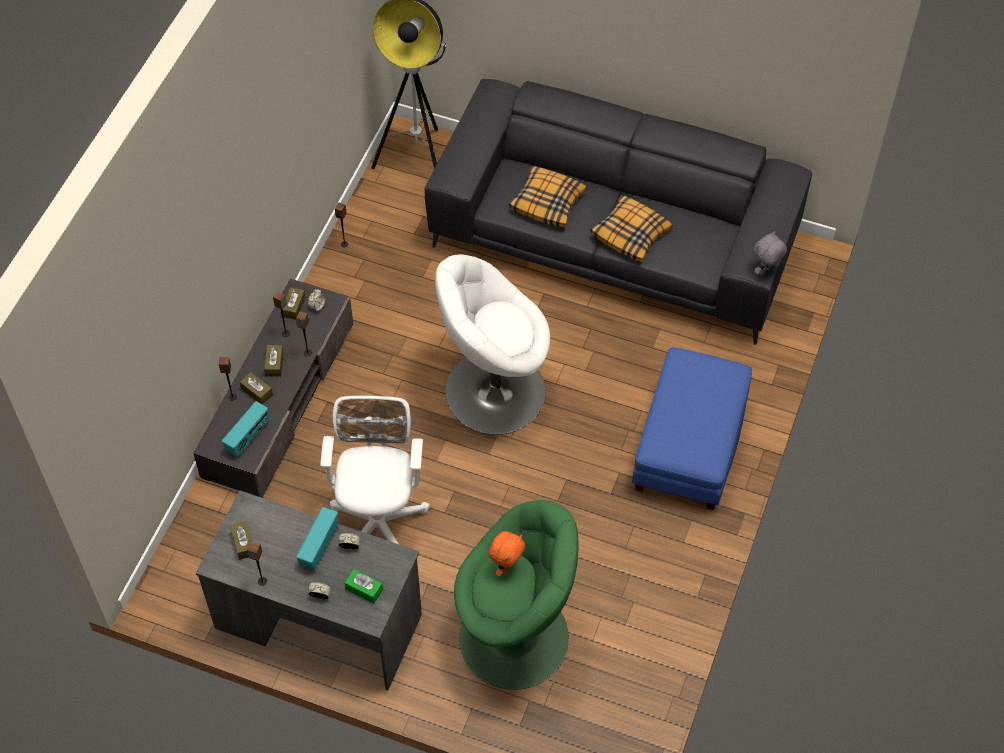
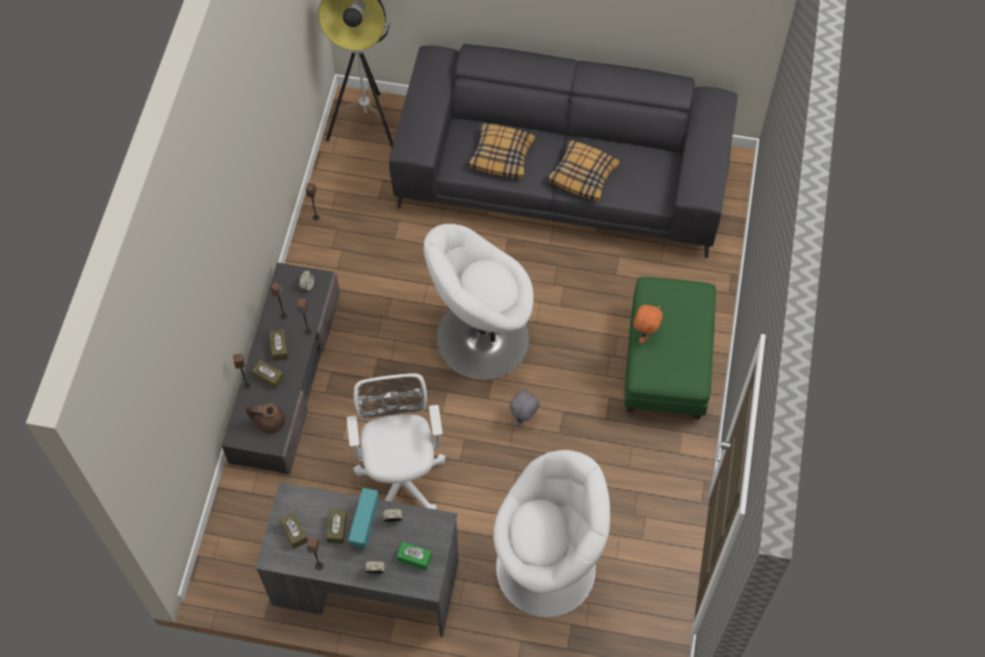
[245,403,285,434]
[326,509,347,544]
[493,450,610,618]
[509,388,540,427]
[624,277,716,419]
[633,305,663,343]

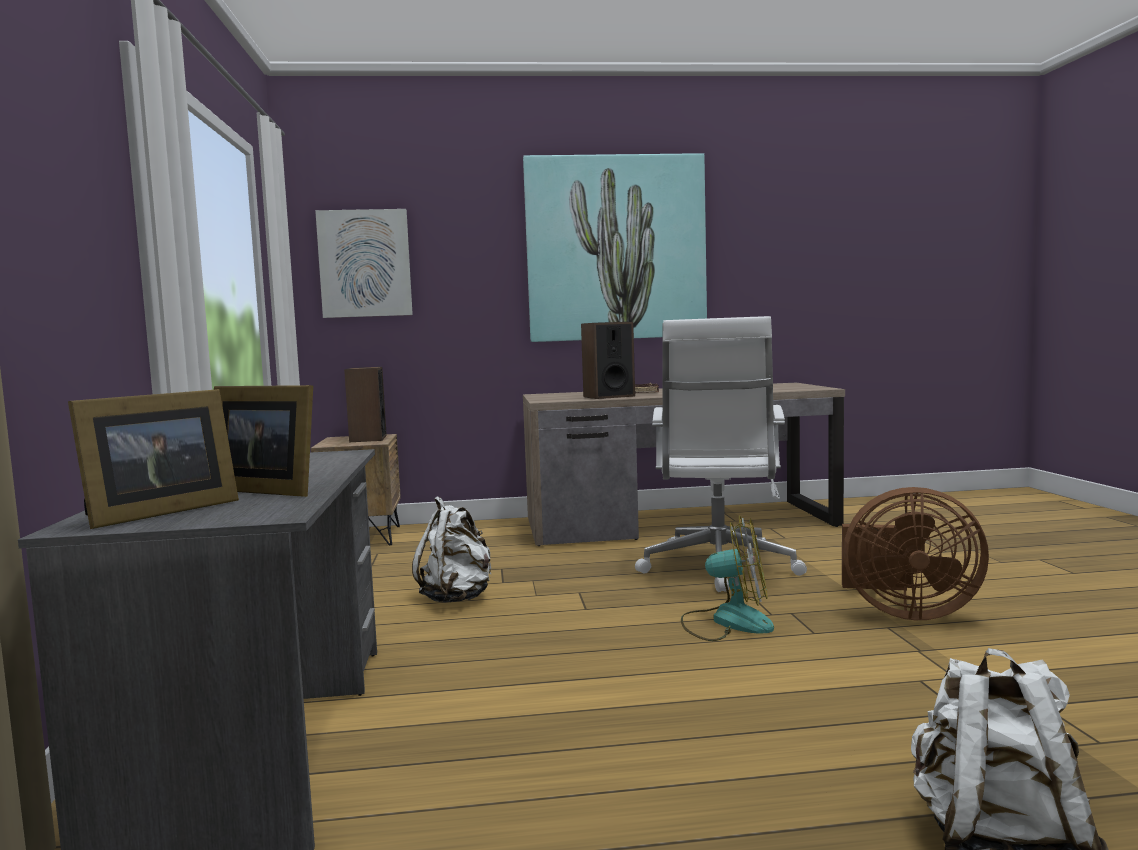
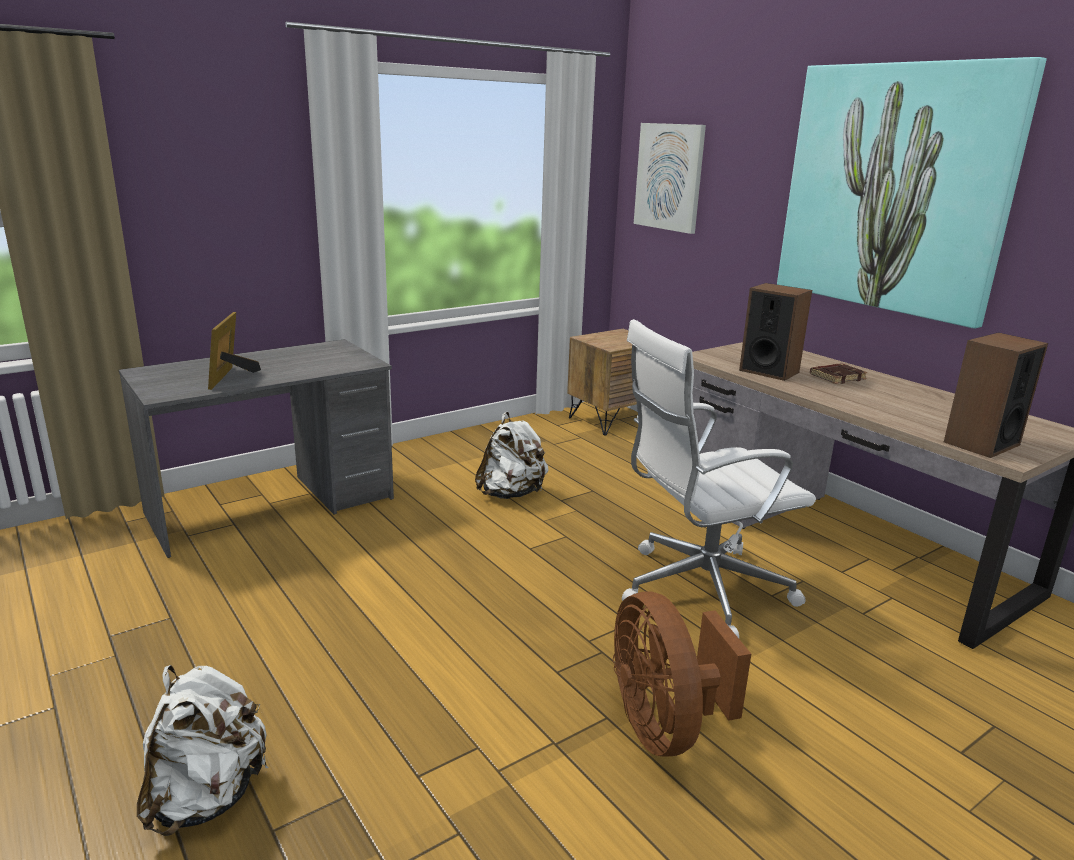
[944,332,1048,458]
[68,389,239,529] (first image)
[681,515,774,641] (first image)

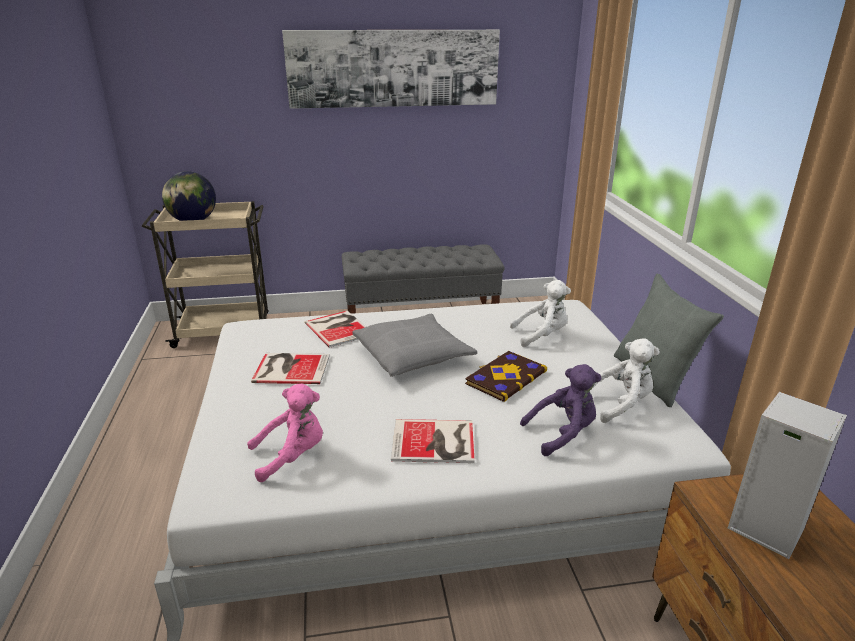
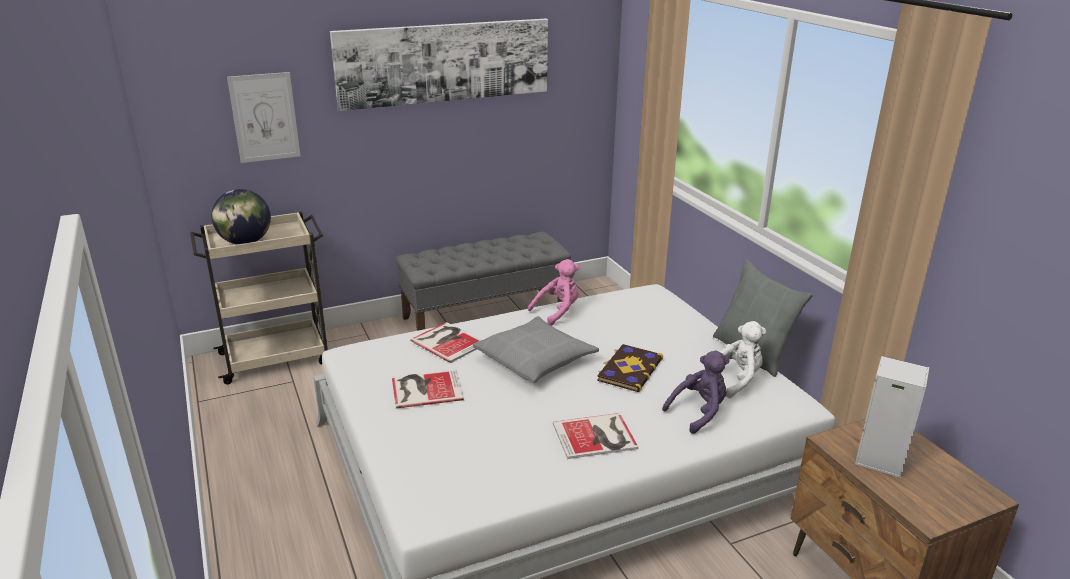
[227,72,300,163]
[528,259,579,326]
[510,280,571,347] (first image)

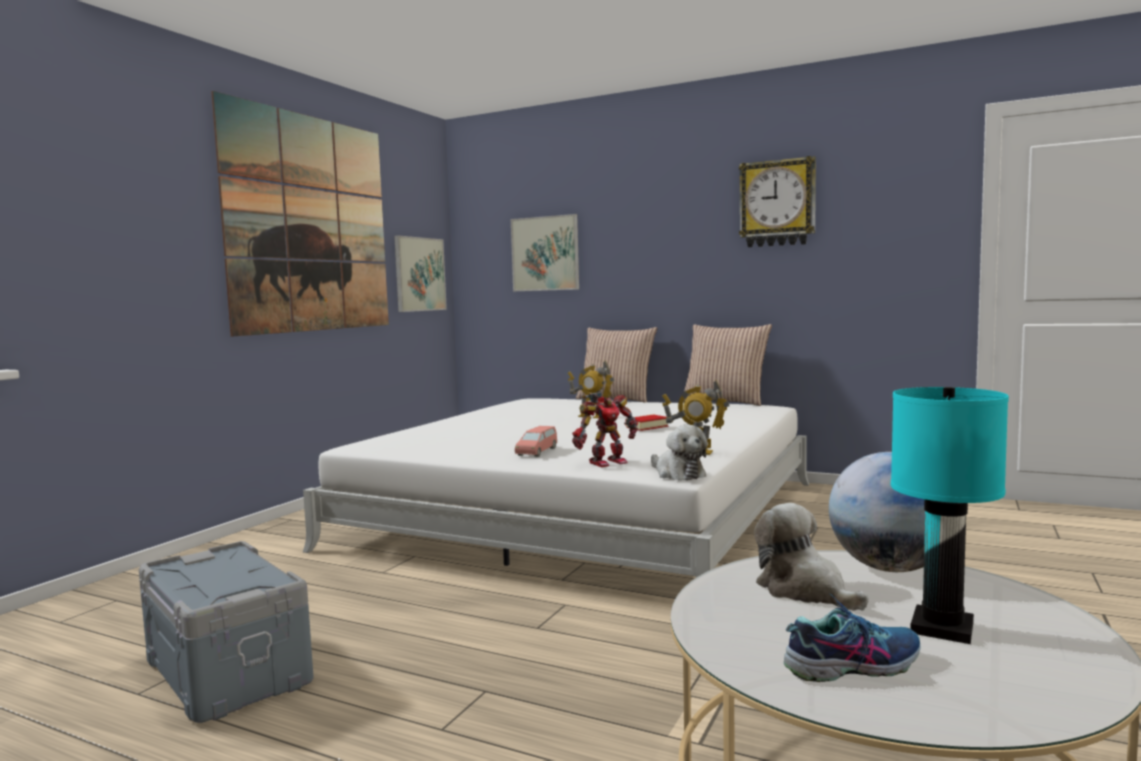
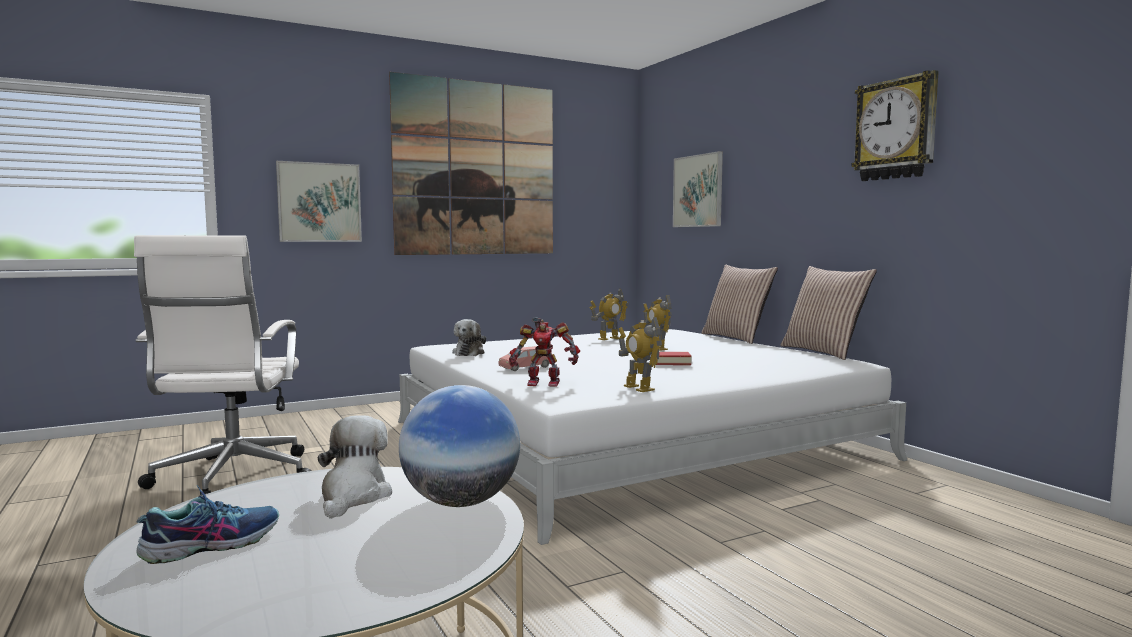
[134,235,311,496]
[136,485,279,564]
[276,161,362,242]
[452,319,486,356]
[590,289,629,340]
[891,387,1009,644] (first image)

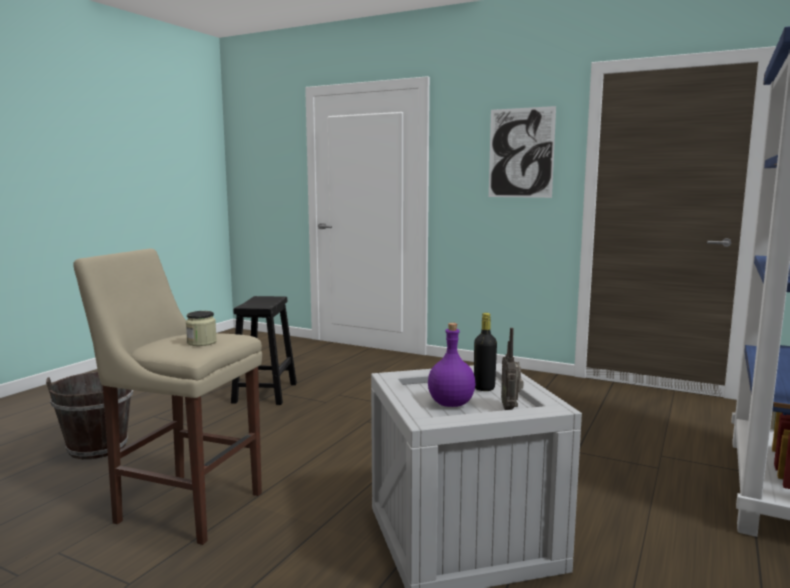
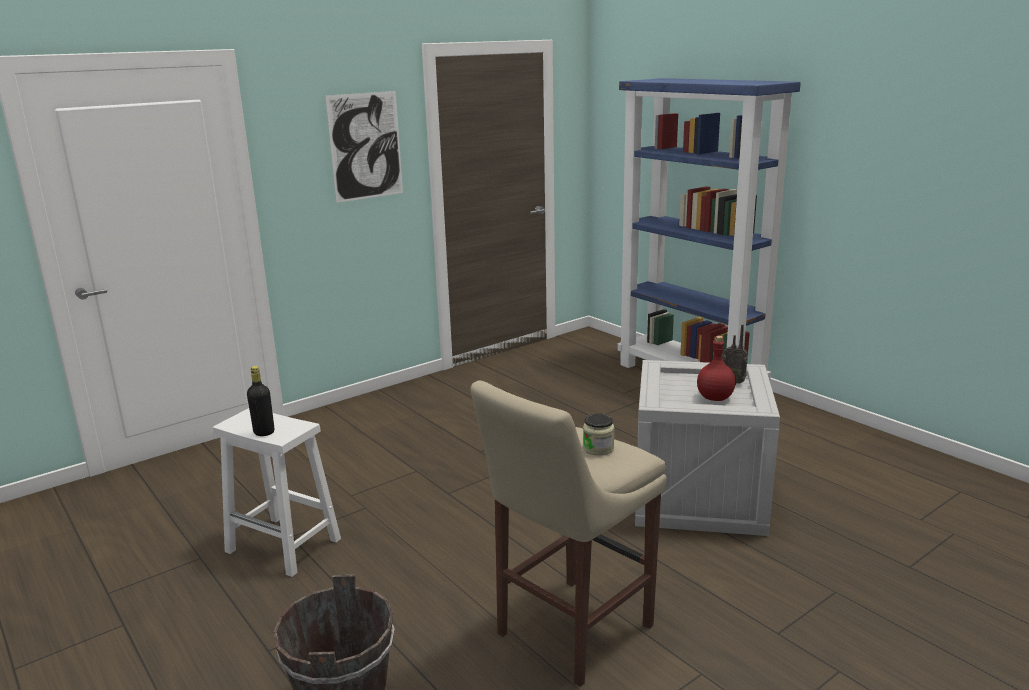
[213,408,341,577]
[247,366,274,436]
[697,336,736,401]

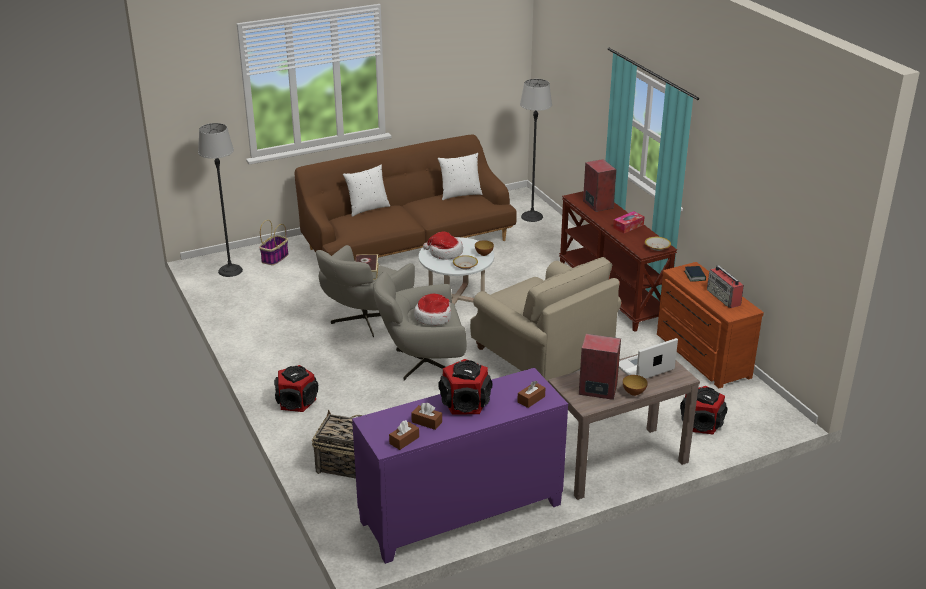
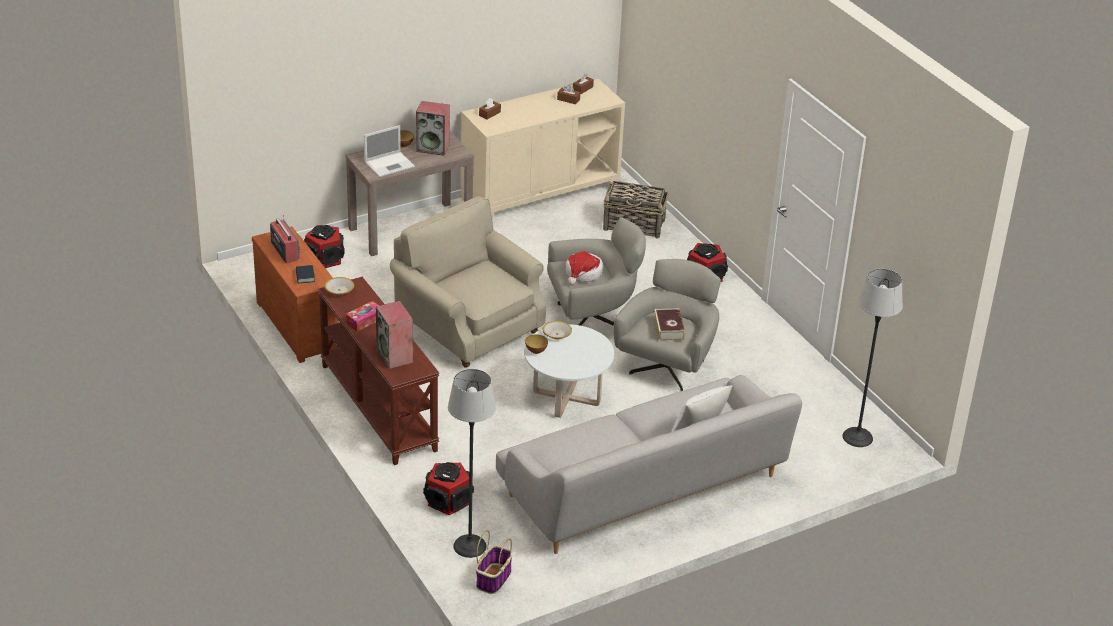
[423,462,474,515]
[461,79,625,219]
[476,530,513,594]
[496,375,802,554]
[423,232,463,260] (first image)
[438,153,482,200] (first image)

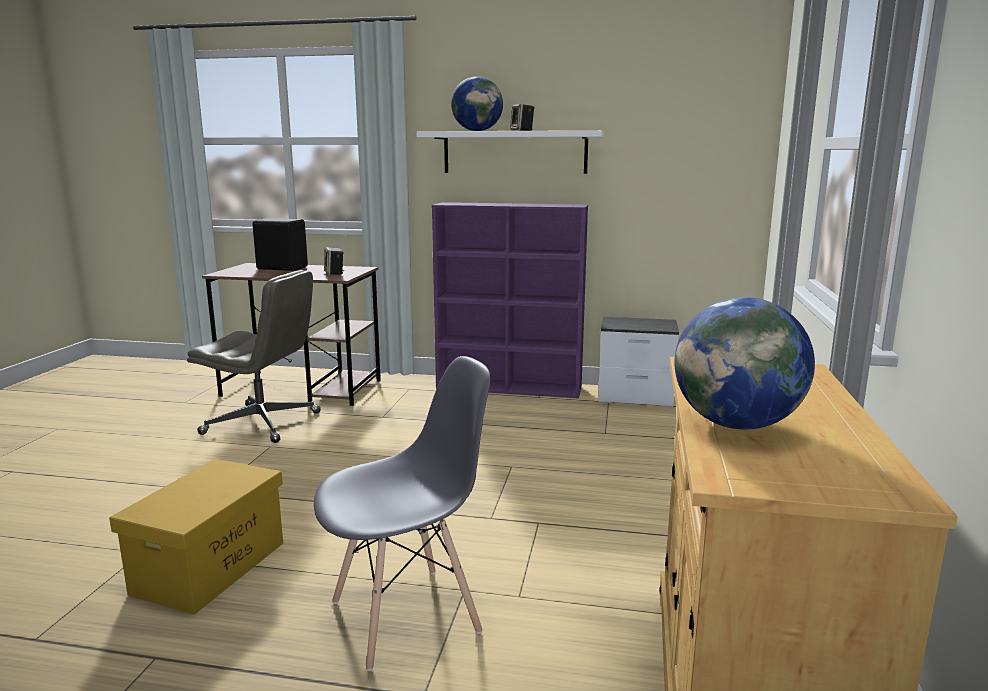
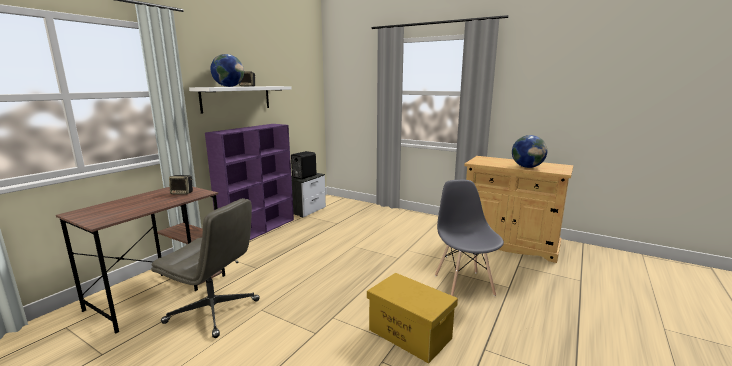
[151,198,260,338]
[291,151,317,179]

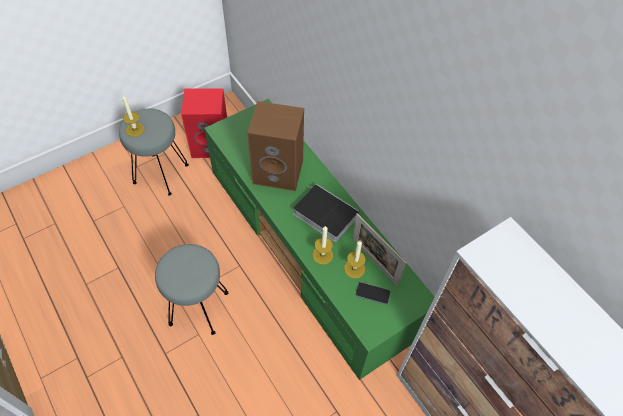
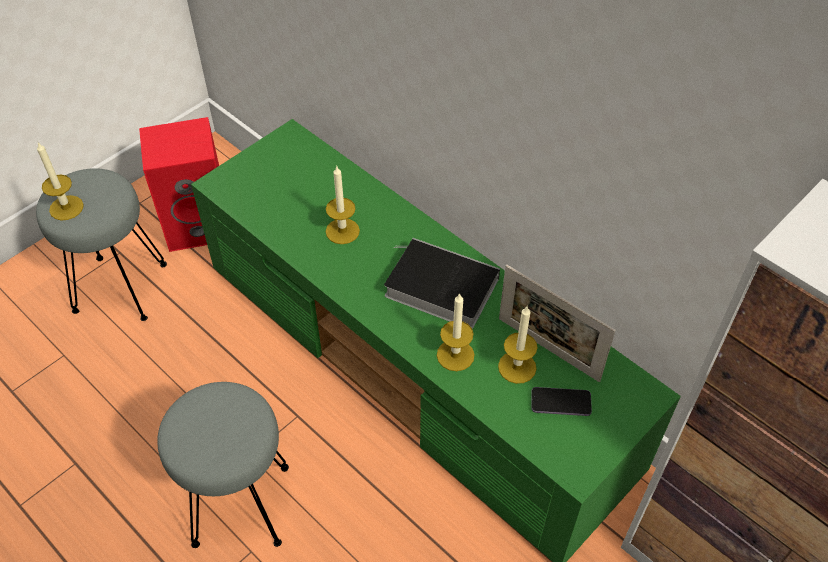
[326,166,360,244]

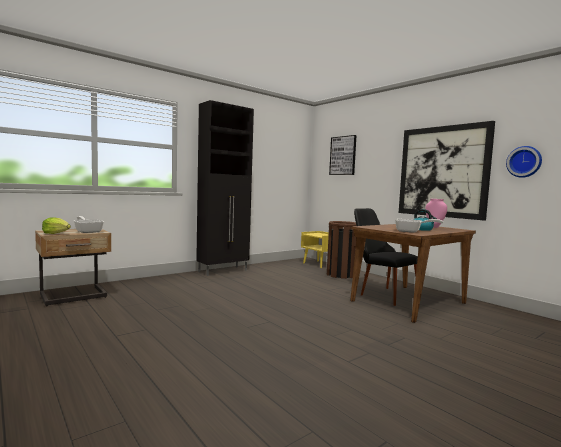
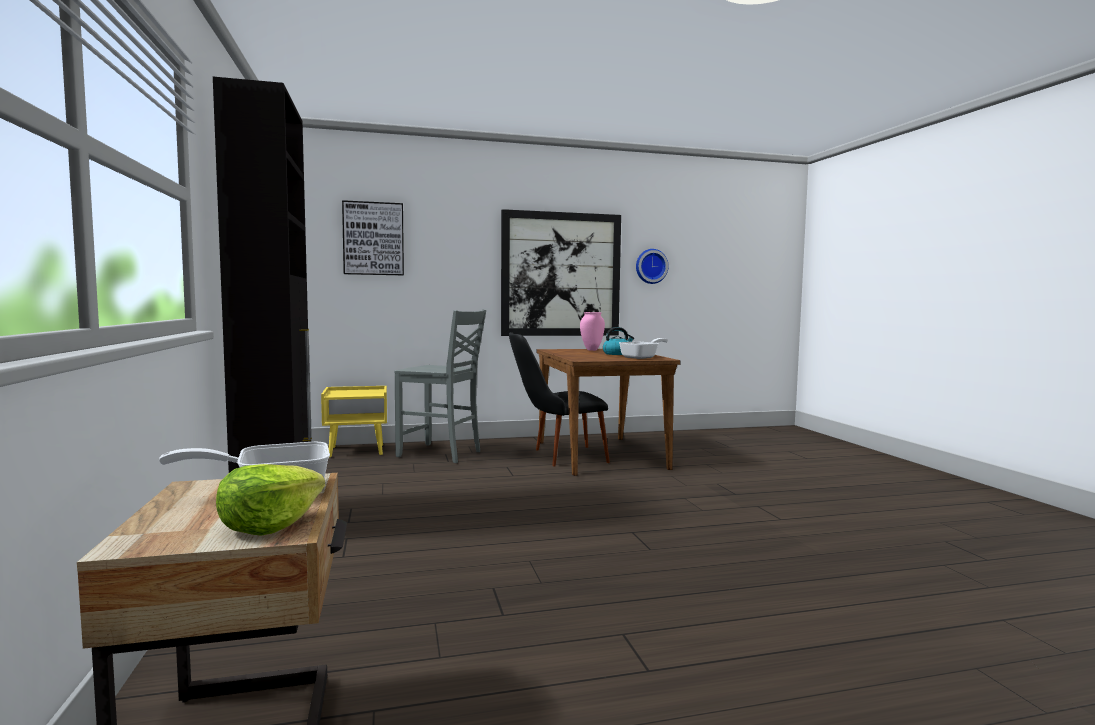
[394,310,486,463]

